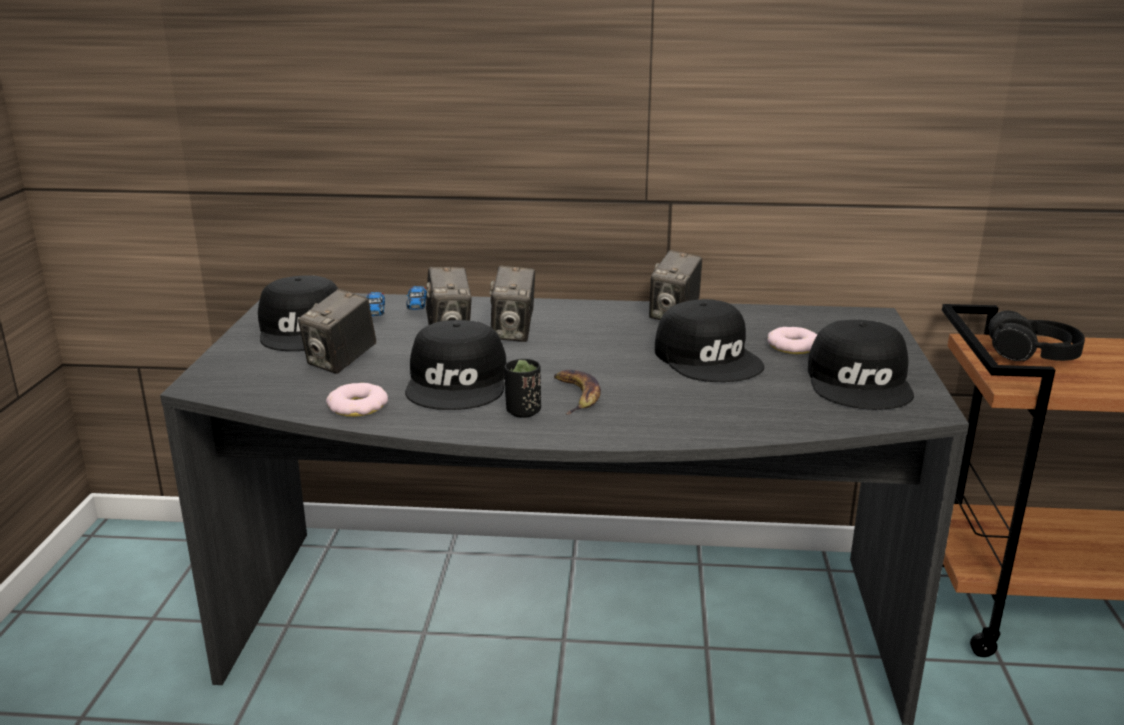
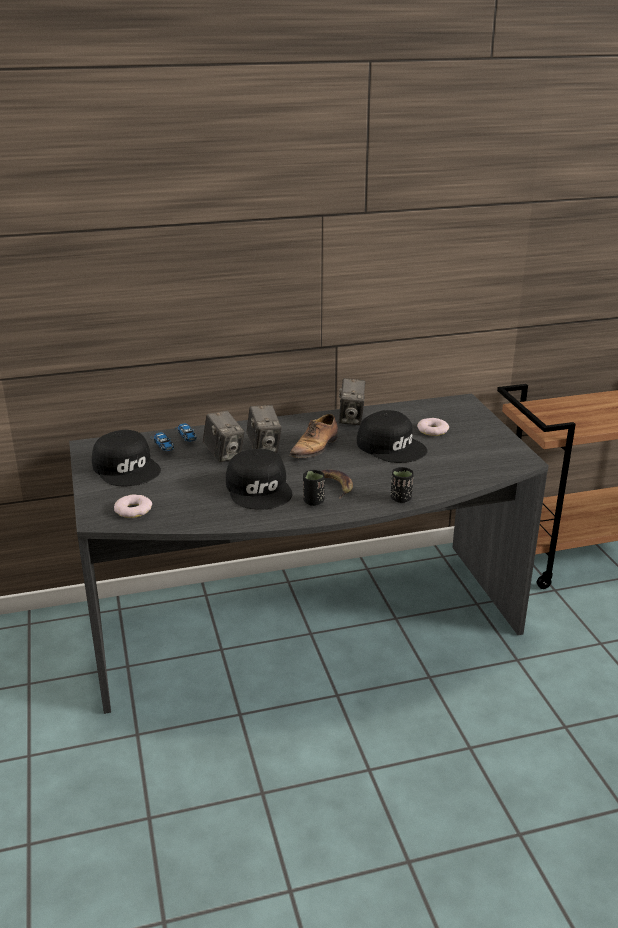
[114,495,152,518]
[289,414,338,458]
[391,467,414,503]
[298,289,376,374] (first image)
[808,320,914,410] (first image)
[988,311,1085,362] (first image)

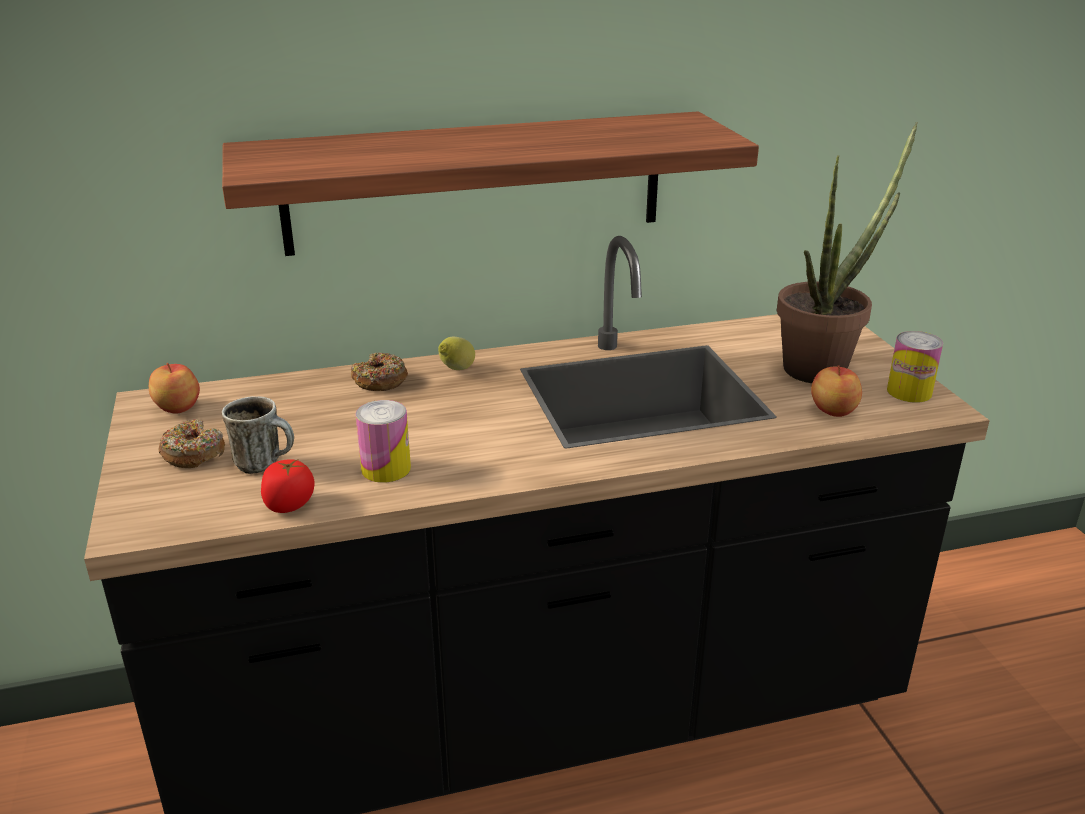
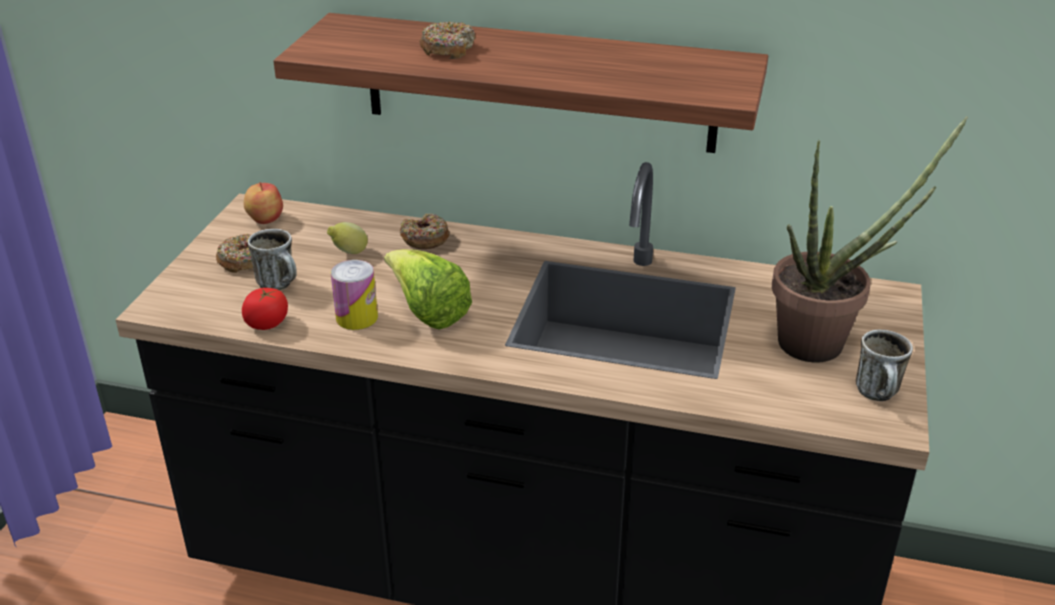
[327,222,368,254]
[384,249,472,330]
[420,22,475,59]
[856,329,913,401]
[811,365,862,417] (first image)

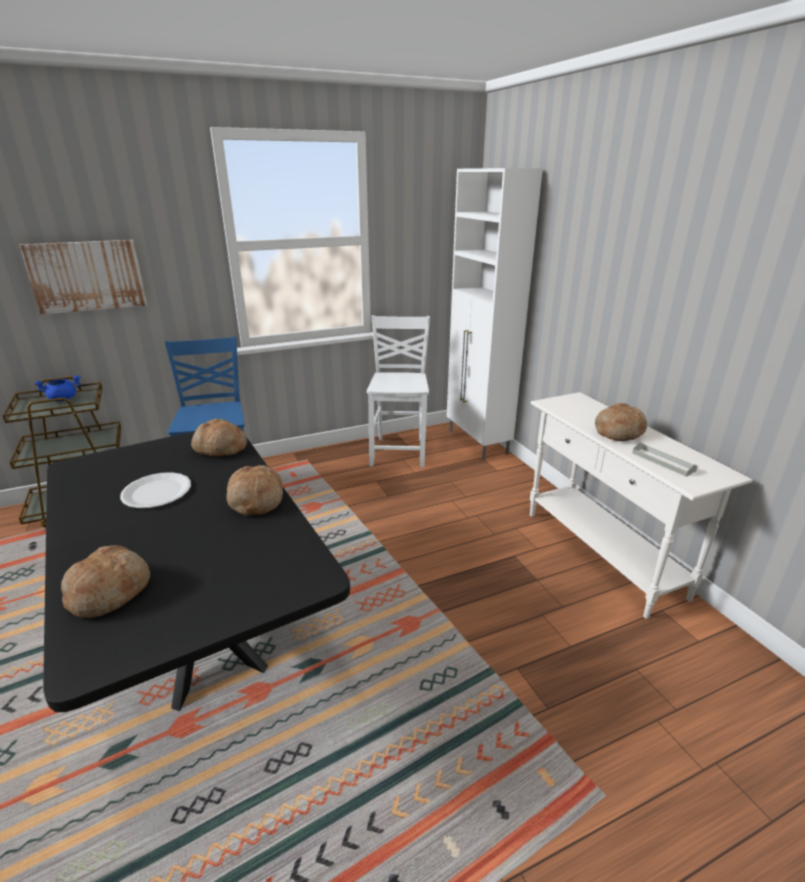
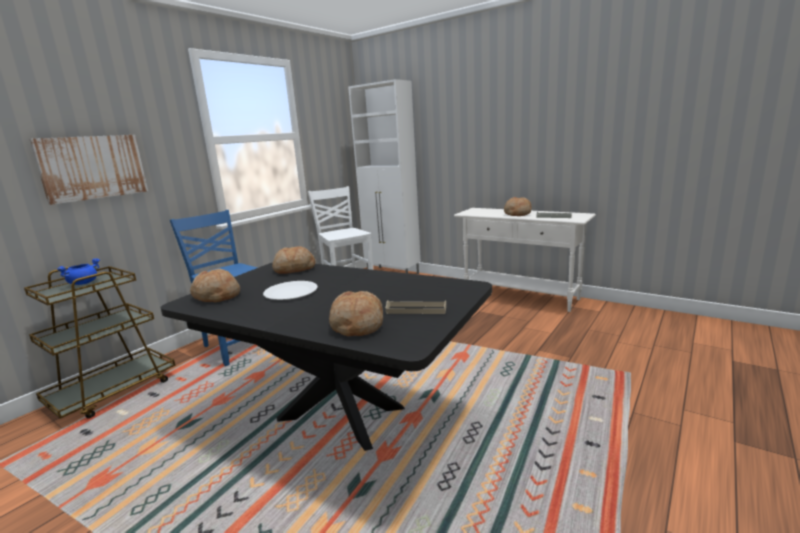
[190,269,240,302]
[386,300,446,314]

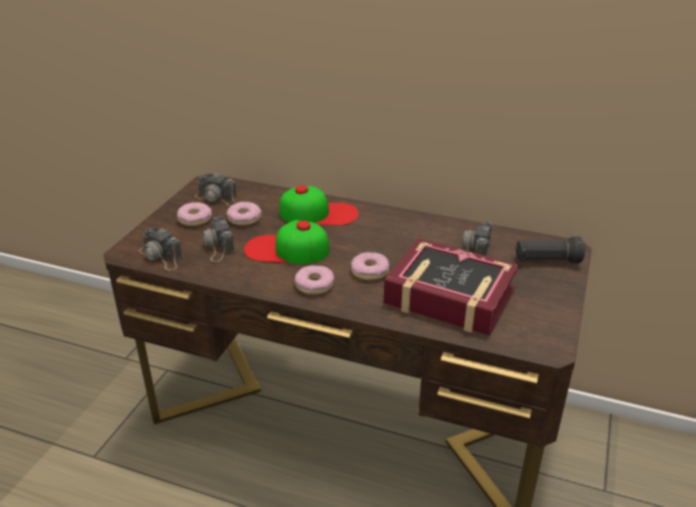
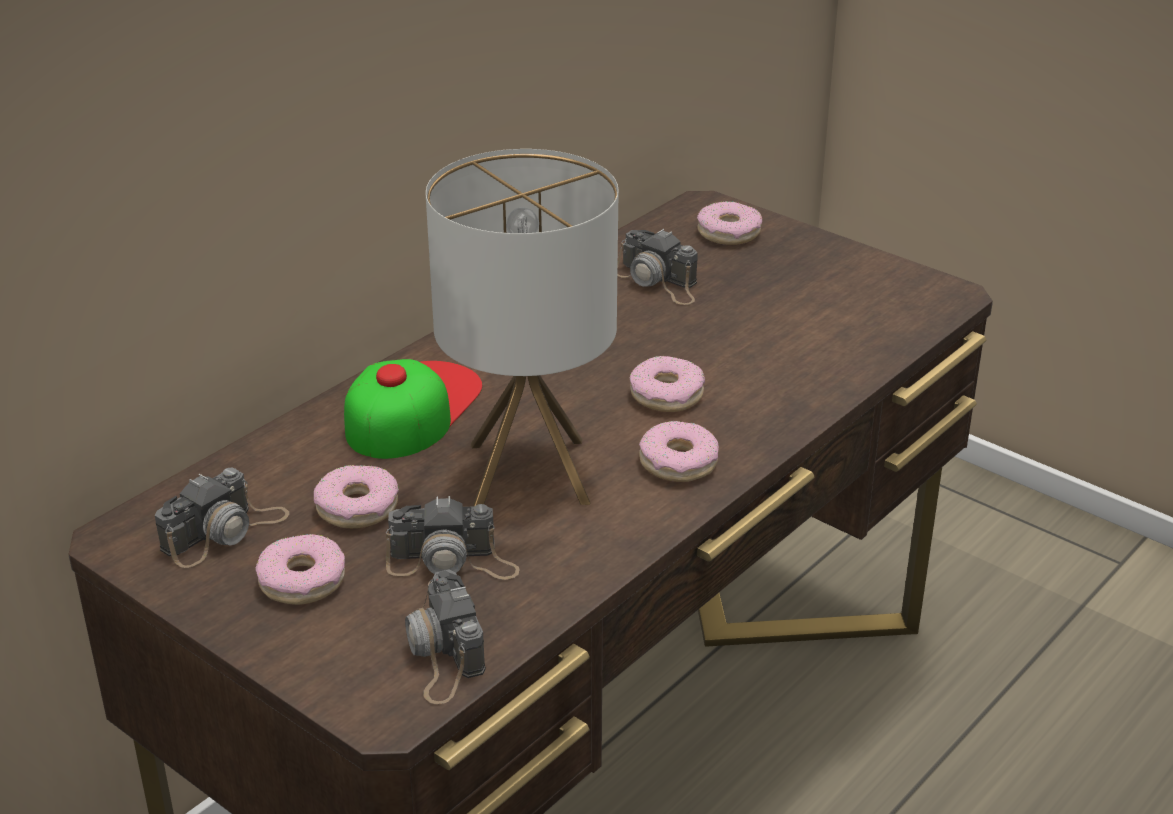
[405,569,486,704]
[426,149,618,506]
[697,201,762,245]
[384,238,519,336] (first image)

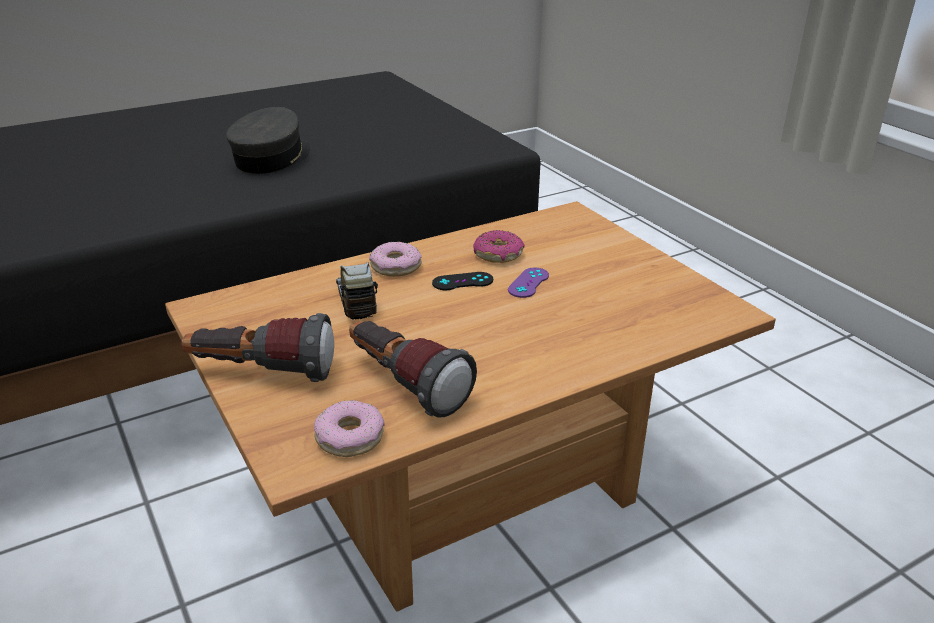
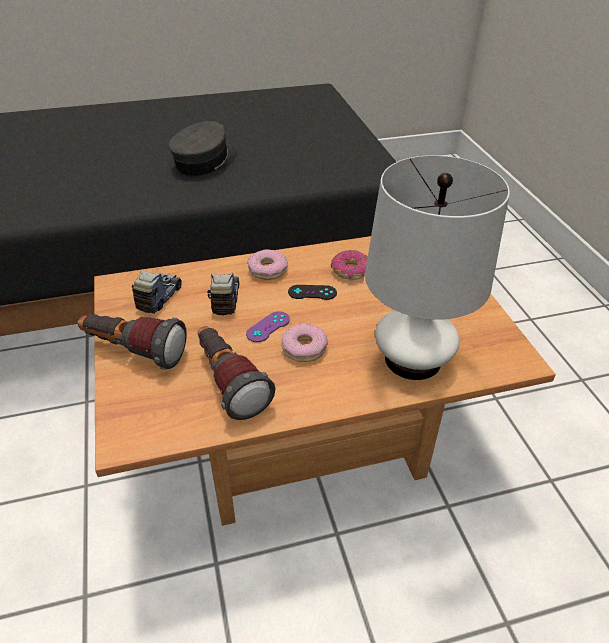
[132,269,182,314]
[246,311,290,342]
[281,323,328,362]
[365,155,510,380]

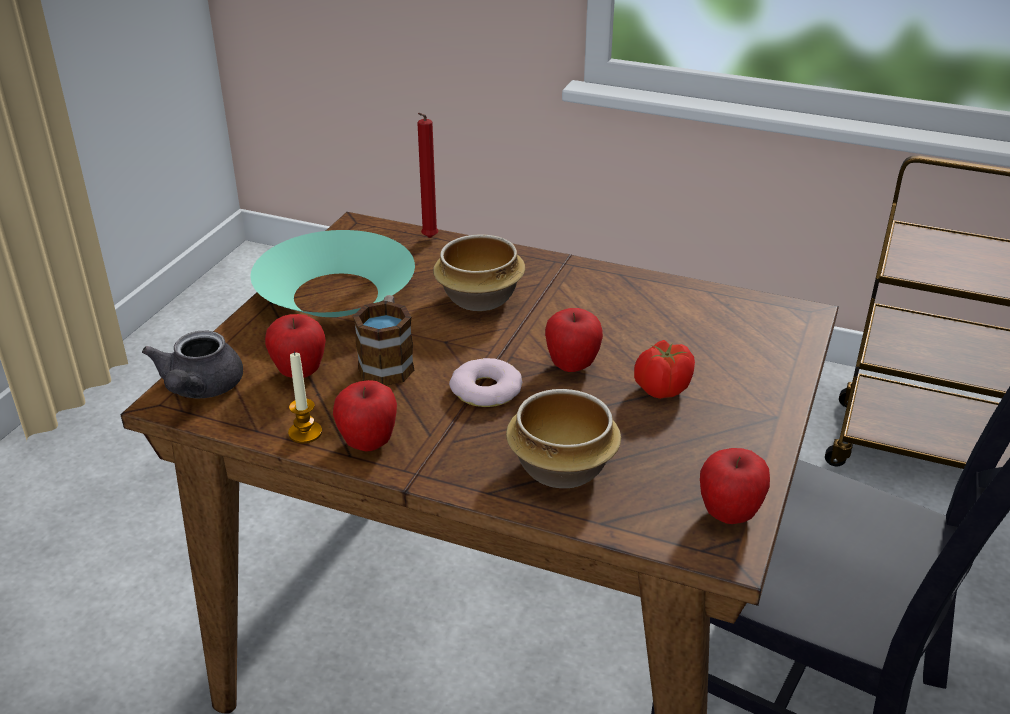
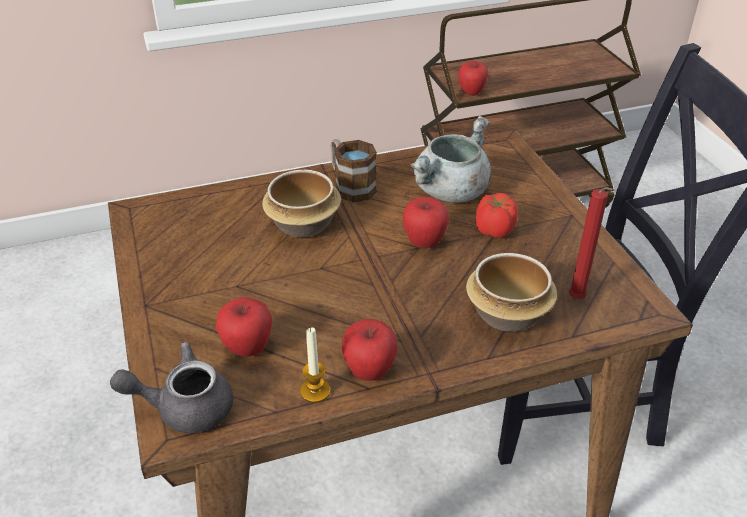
[110,342,233,433]
[330,139,377,202]
[410,116,491,203]
[458,61,489,96]
[569,187,613,299]
[251,230,415,317] (first image)
[449,358,522,407] (first image)

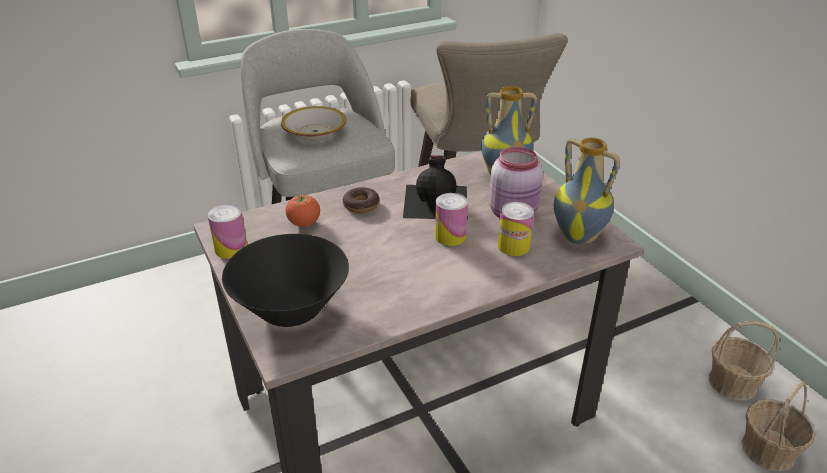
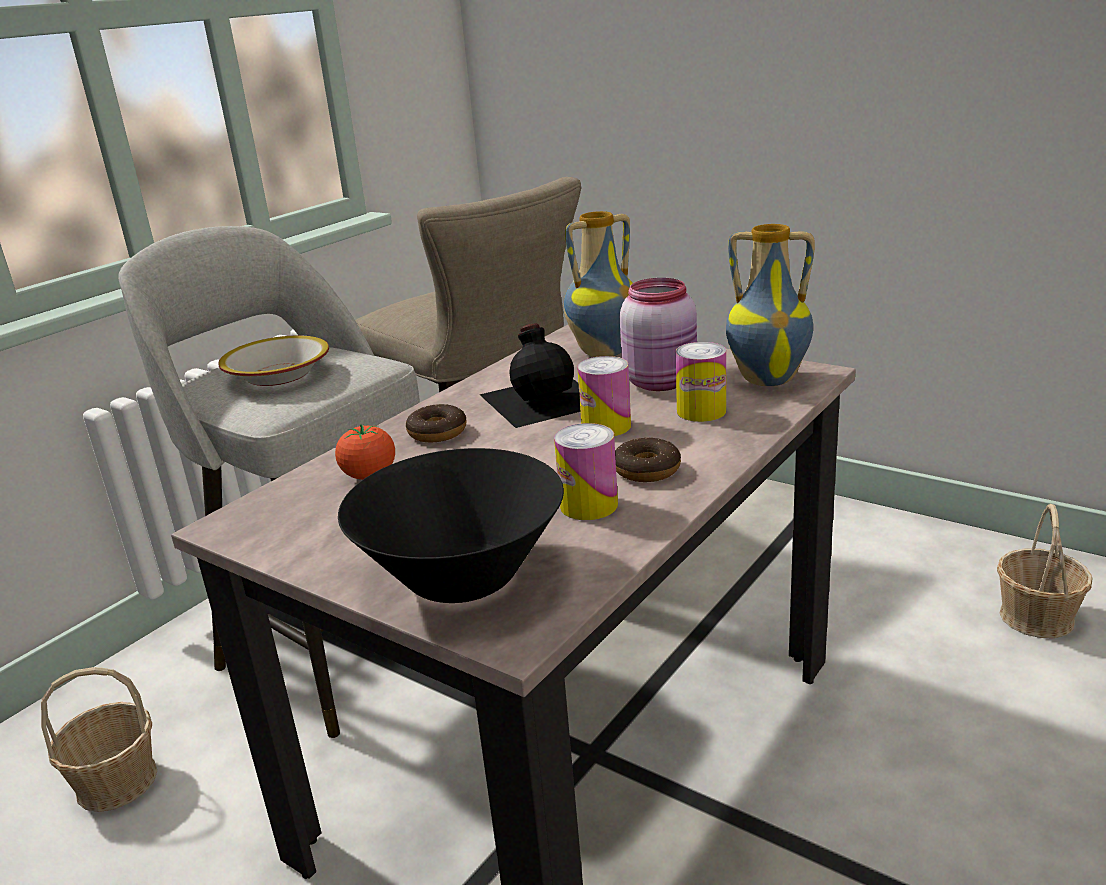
[41,667,157,812]
[554,423,618,520]
[615,437,681,482]

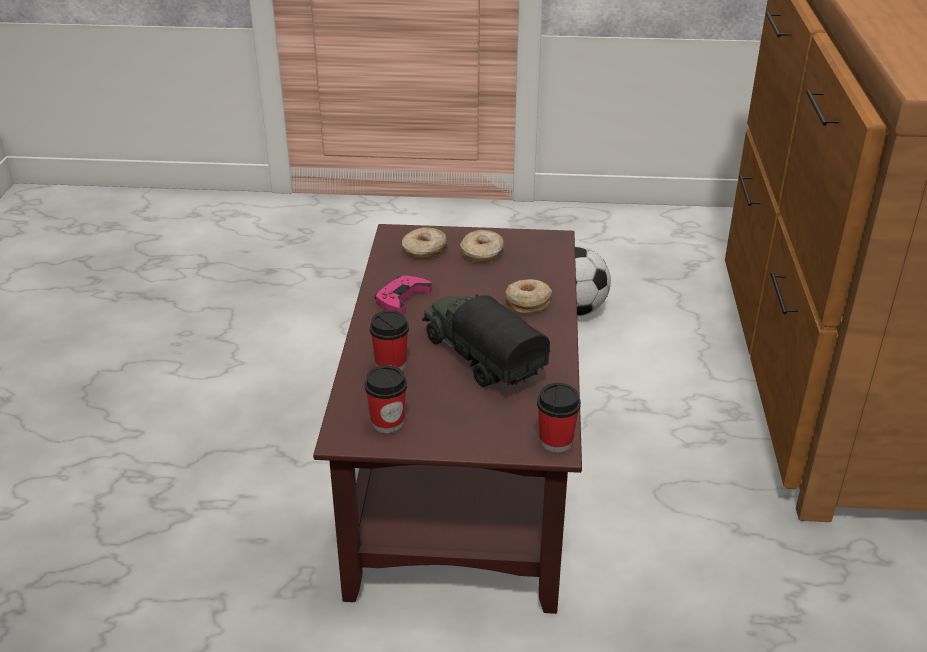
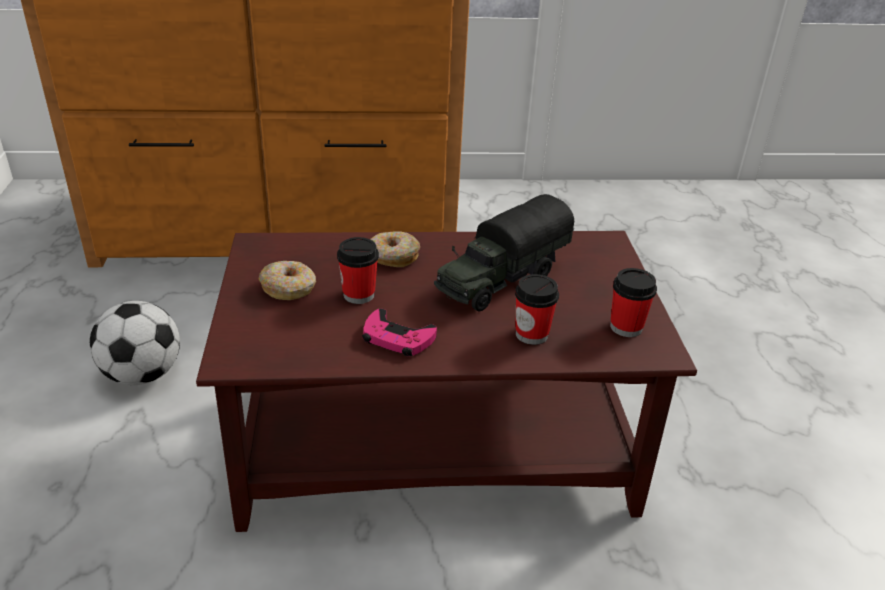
[337,237,379,304]
[402,228,448,259] (first image)

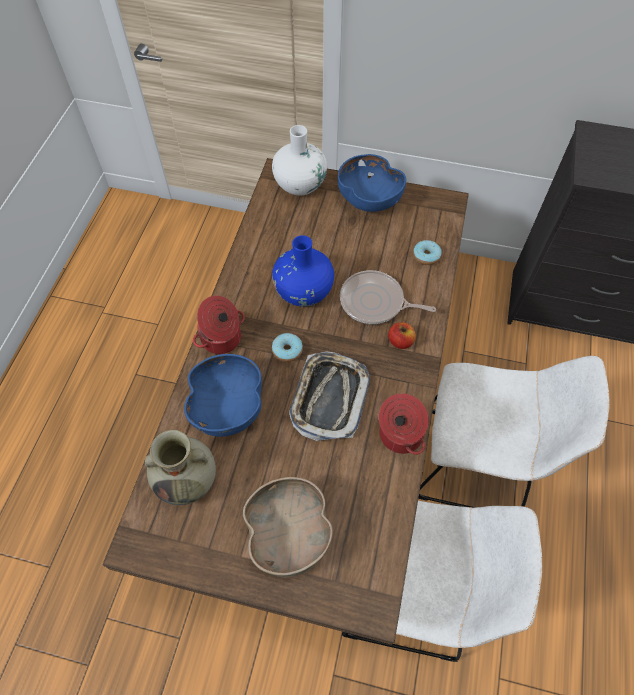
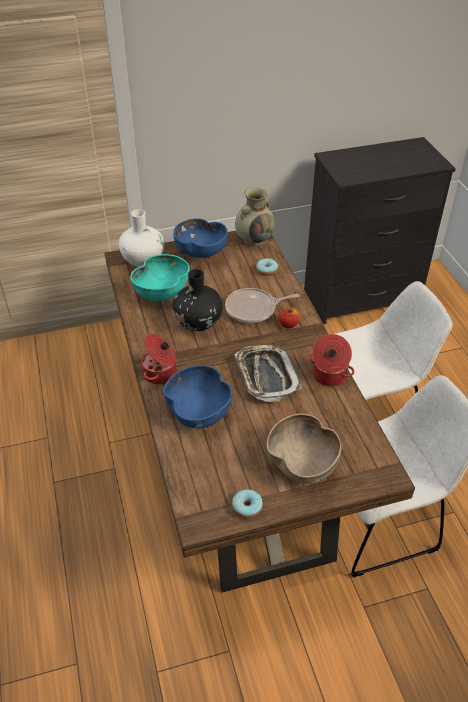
[130,254,190,301]
[172,269,223,331]
[232,490,263,518]
[235,187,275,246]

